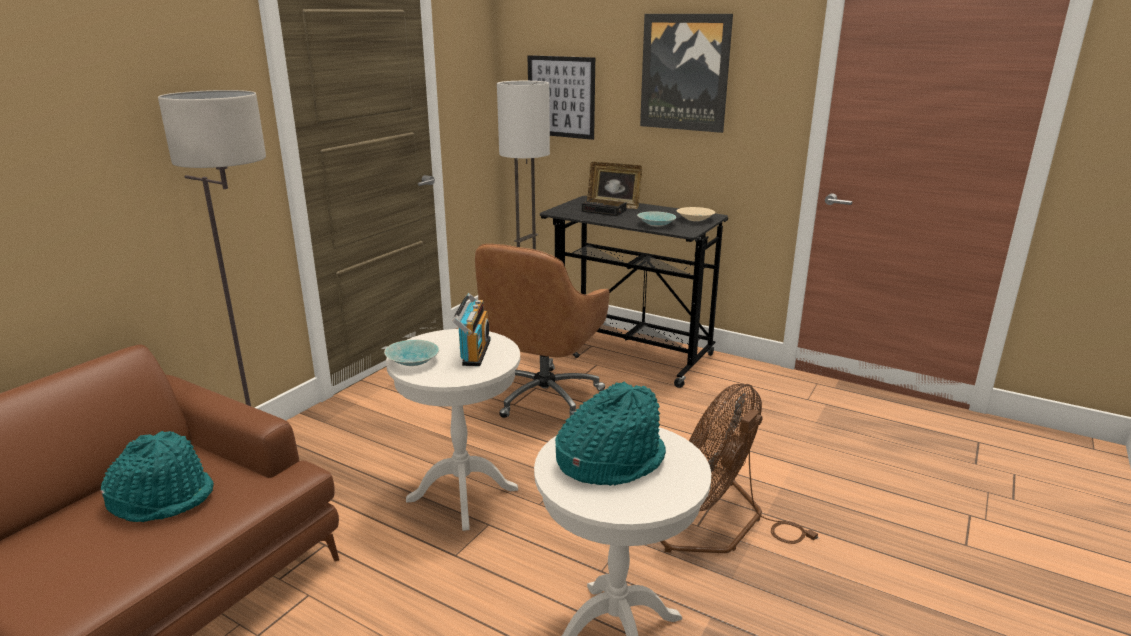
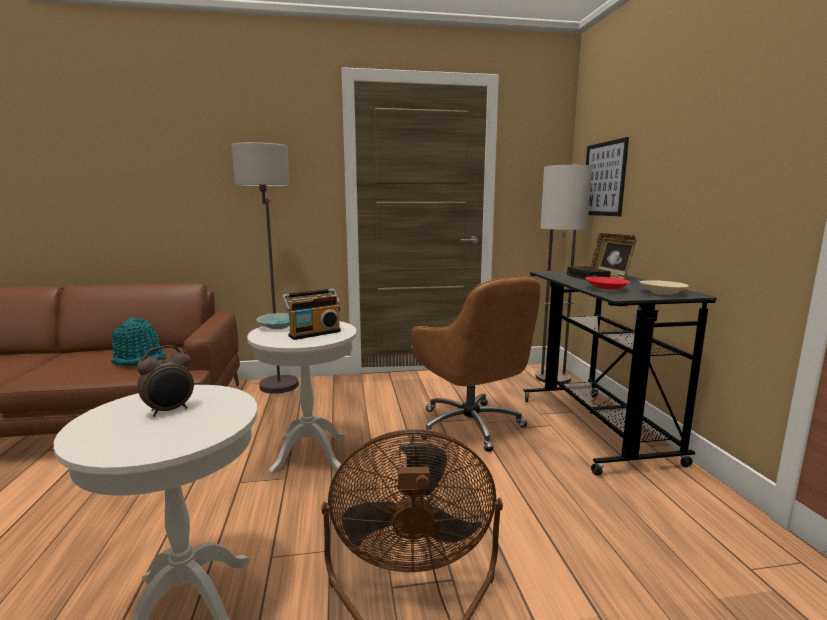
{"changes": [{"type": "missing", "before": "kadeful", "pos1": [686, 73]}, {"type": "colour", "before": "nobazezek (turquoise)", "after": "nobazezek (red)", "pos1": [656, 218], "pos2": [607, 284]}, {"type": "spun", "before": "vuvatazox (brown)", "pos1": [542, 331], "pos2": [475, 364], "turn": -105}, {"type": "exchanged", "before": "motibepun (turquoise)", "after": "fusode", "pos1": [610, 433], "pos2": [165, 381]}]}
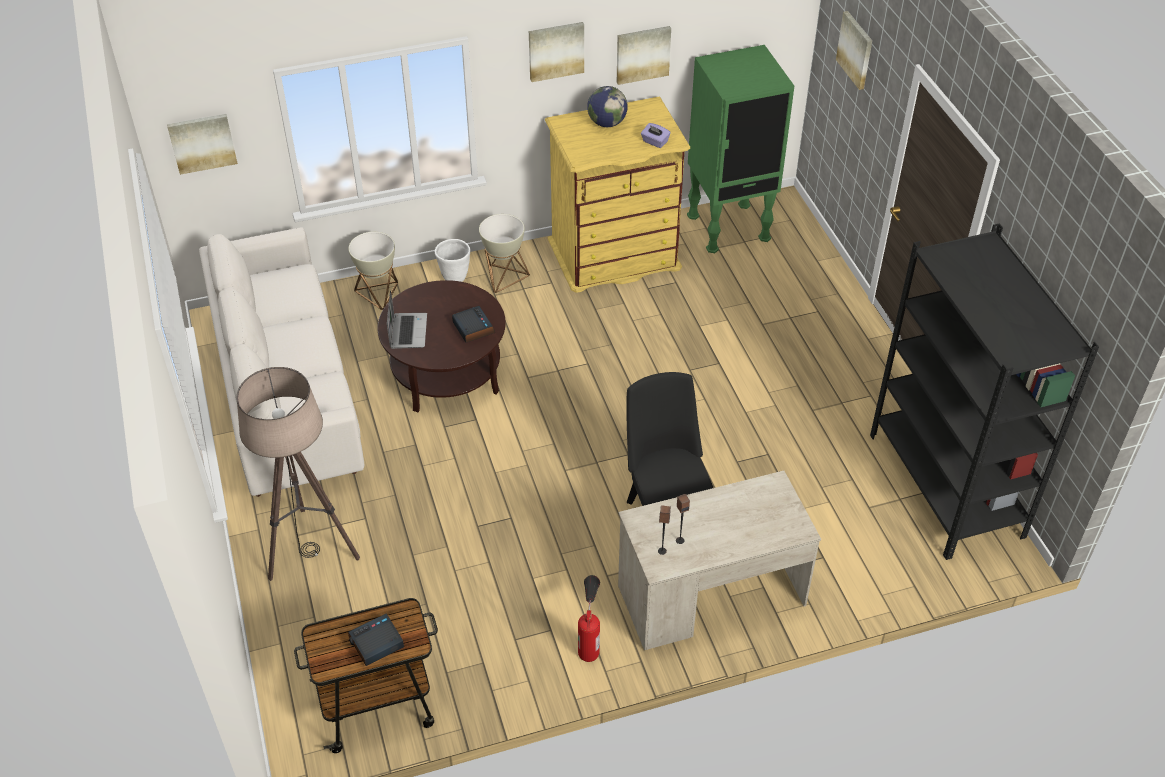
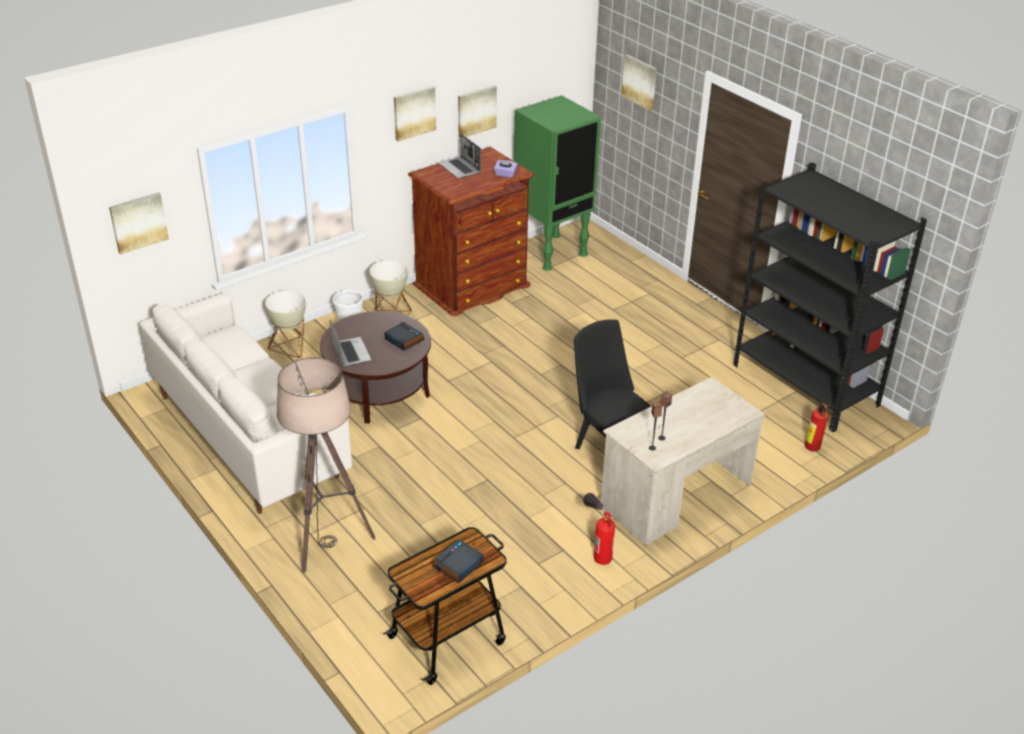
{"changes": [{"type": "exchanged", "before": "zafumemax", "after": "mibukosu", "pos1": [607, 106], "pos2": [460, 156]}, {"type": "colour", "before": "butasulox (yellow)", "after": "butasulox (brown)", "pos1": [617, 195], "pos2": [471, 231]}, {"type": "appeared", "after": "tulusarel", "pos2": [818, 427]}]}
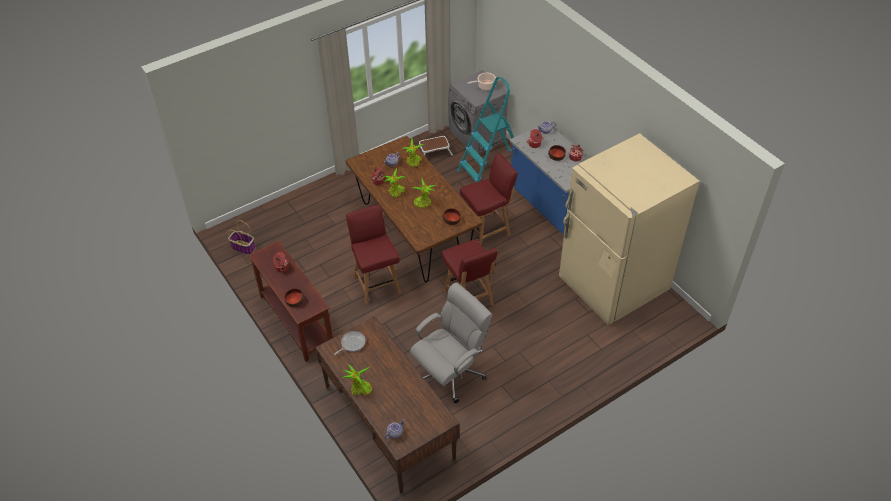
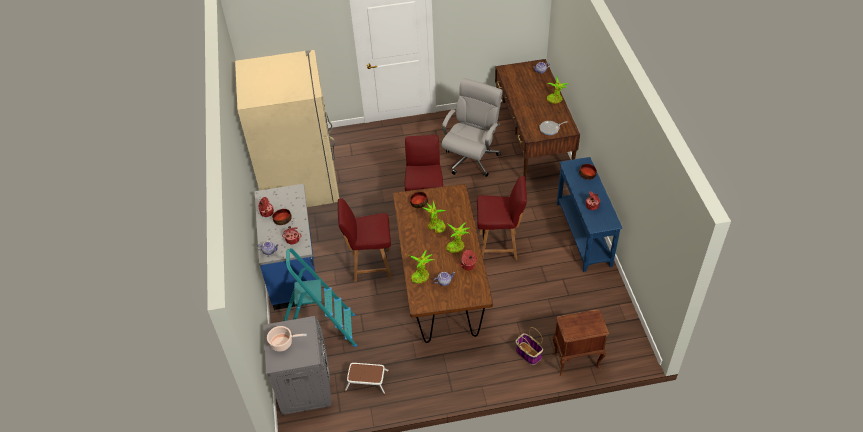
{"changes": [{"type": "spun", "before": "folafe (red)", "pos1": [373, 254], "pos2": [502, 218], "turn": -90}, {"type": "relocated", "before": "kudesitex", "pos1": [241, 237], "pos2": [529, 346]}, {"type": "colour", "before": "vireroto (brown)", "after": "vireroto (blue)", "pos1": [290, 301], "pos2": [590, 214]}, {"type": "spun", "before": "vuvatazox (grey)", "pos1": [451, 343], "pos2": [472, 127], "turn": 135}, {"type": "appeared", "after": "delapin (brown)", "pos2": [580, 342]}]}
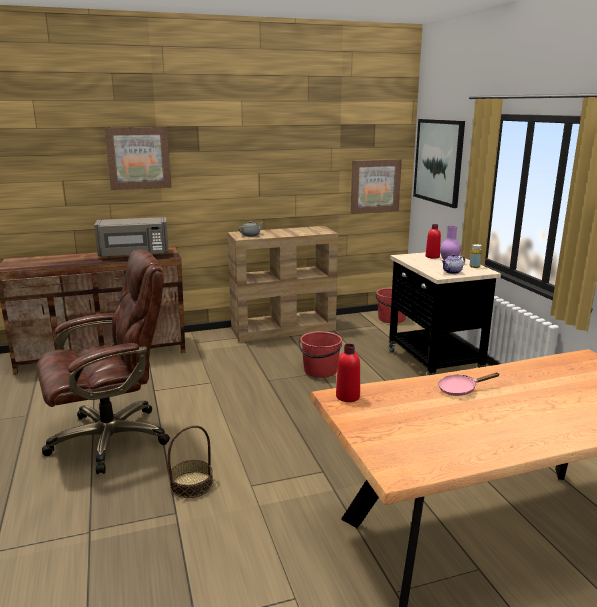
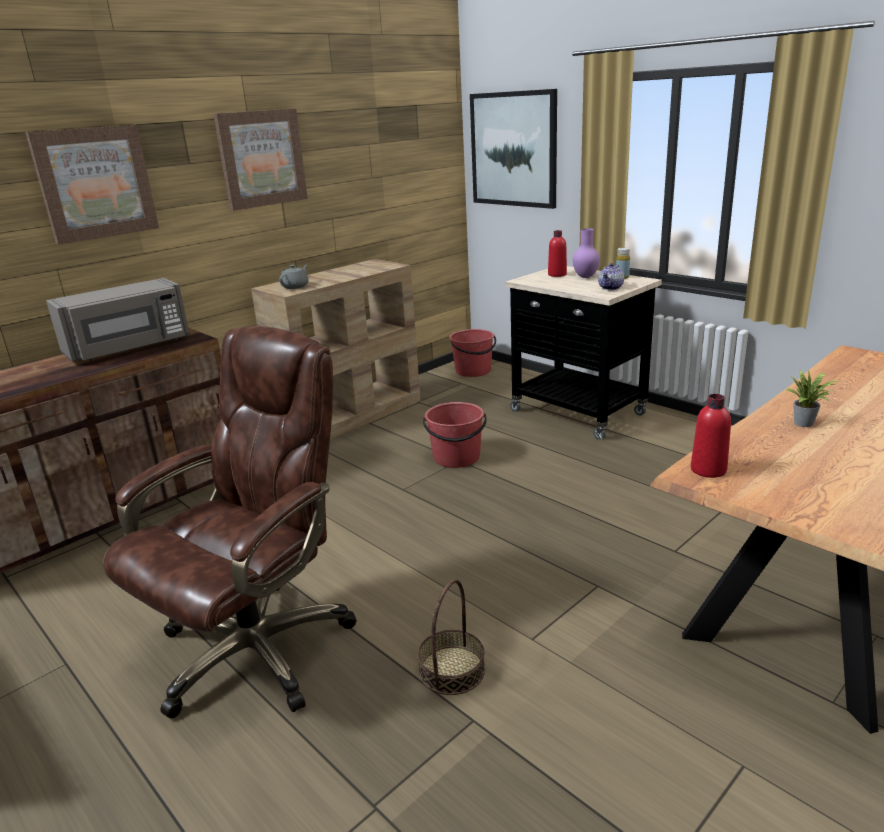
{"changes": [{"type": "relocated", "before": "kadeful", "pos1": [376, 186], "pos2": [261, 160]}, {"type": "exchanged", "before": "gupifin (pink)", "after": "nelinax", "pos1": [469, 384], "pos2": [812, 398]}]}
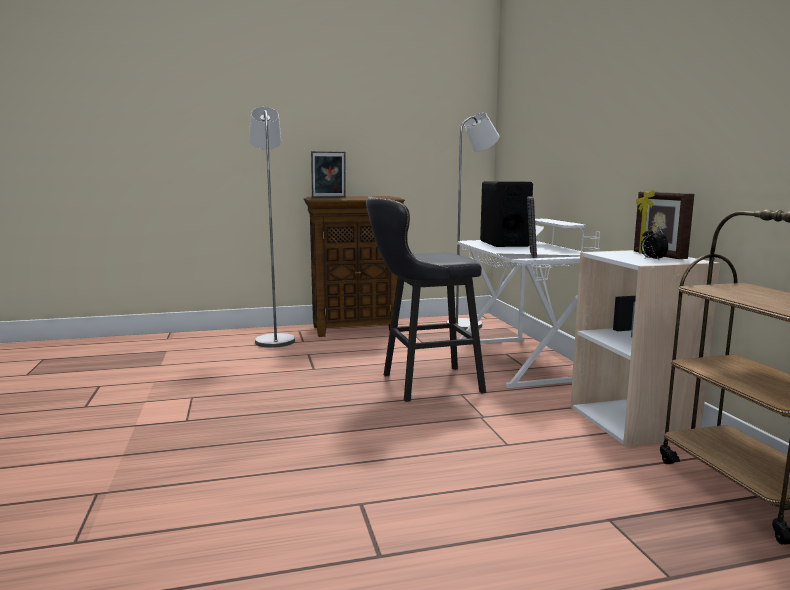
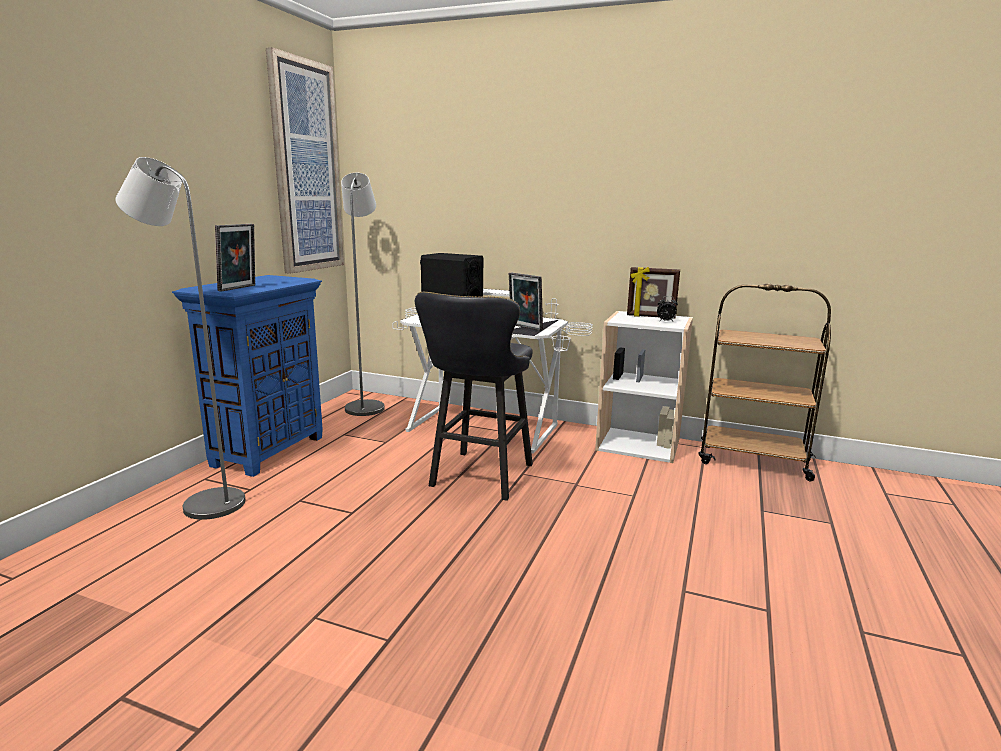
{"changes": [{"type": "colour", "before": "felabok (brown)", "after": "felabok (blue)", "pos1": [354, 266], "pos2": [247, 376]}, {"type": "appeared", "after": "kadeful", "pos2": [305, 160]}]}
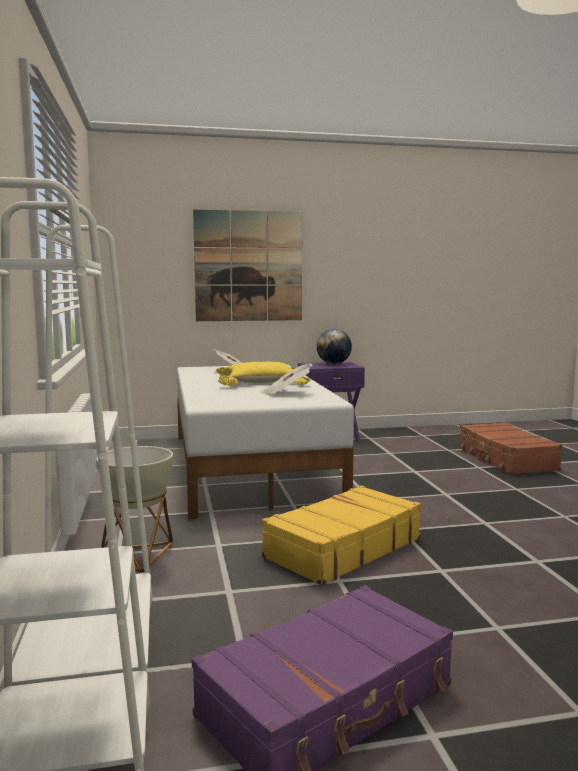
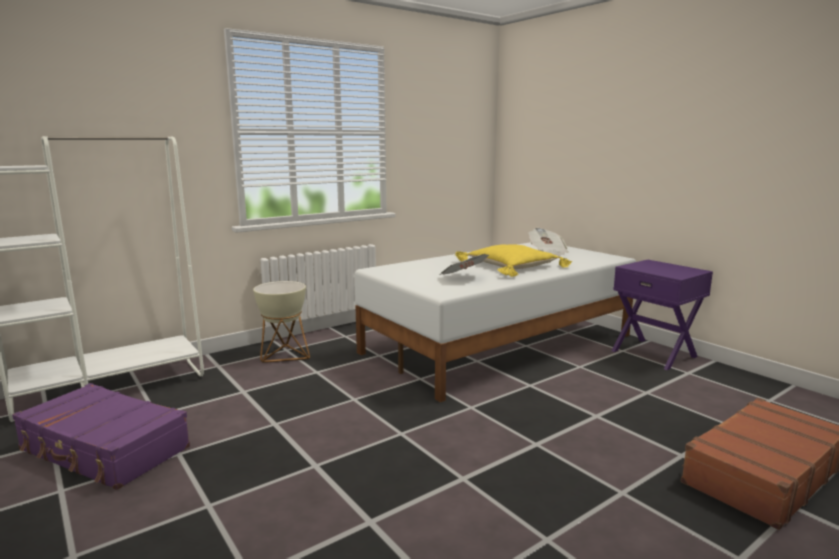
{"changes": [{"type": "missing", "before": "kadeful", "pos1": [247, 265]}, {"type": "missing", "before": "zafumemax", "pos1": [334, 346]}, {"type": "missing", "before": "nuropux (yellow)", "pos1": [341, 535]}]}
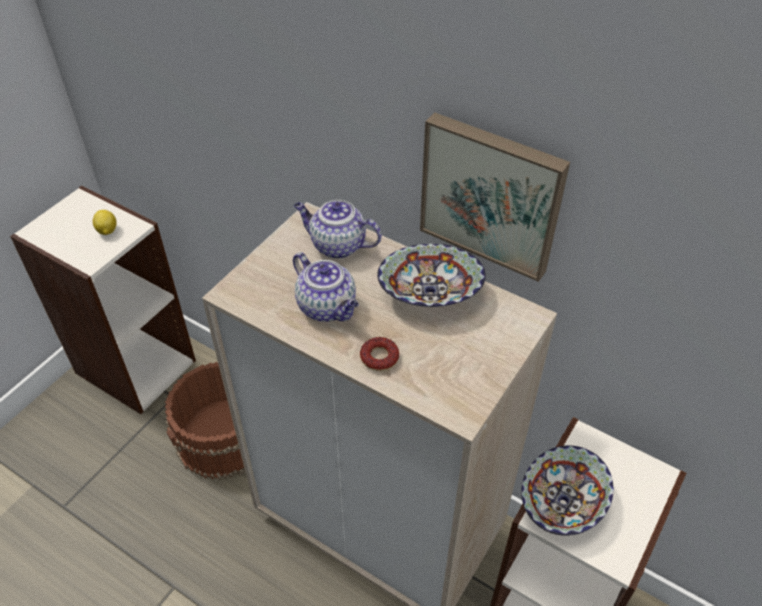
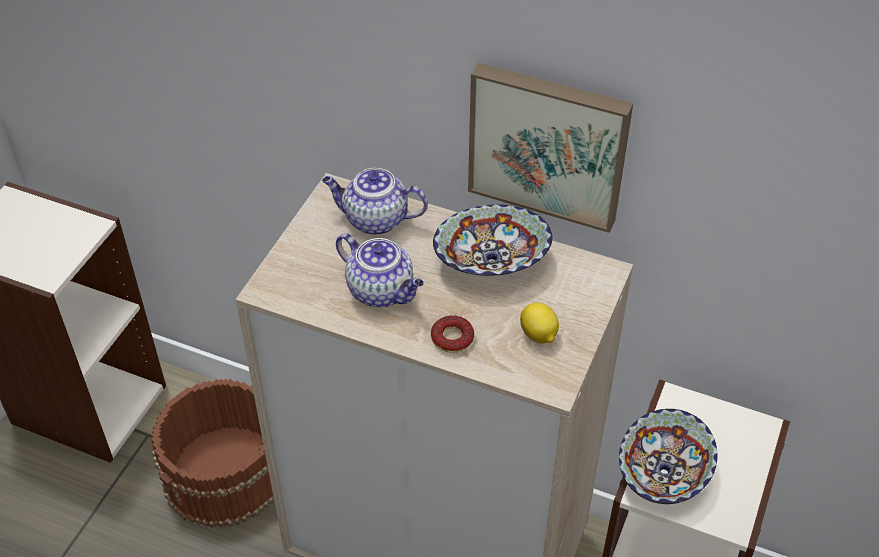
{"changes": [{"type": "relocated", "before": "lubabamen", "pos1": [105, 222], "pos2": [539, 323]}]}
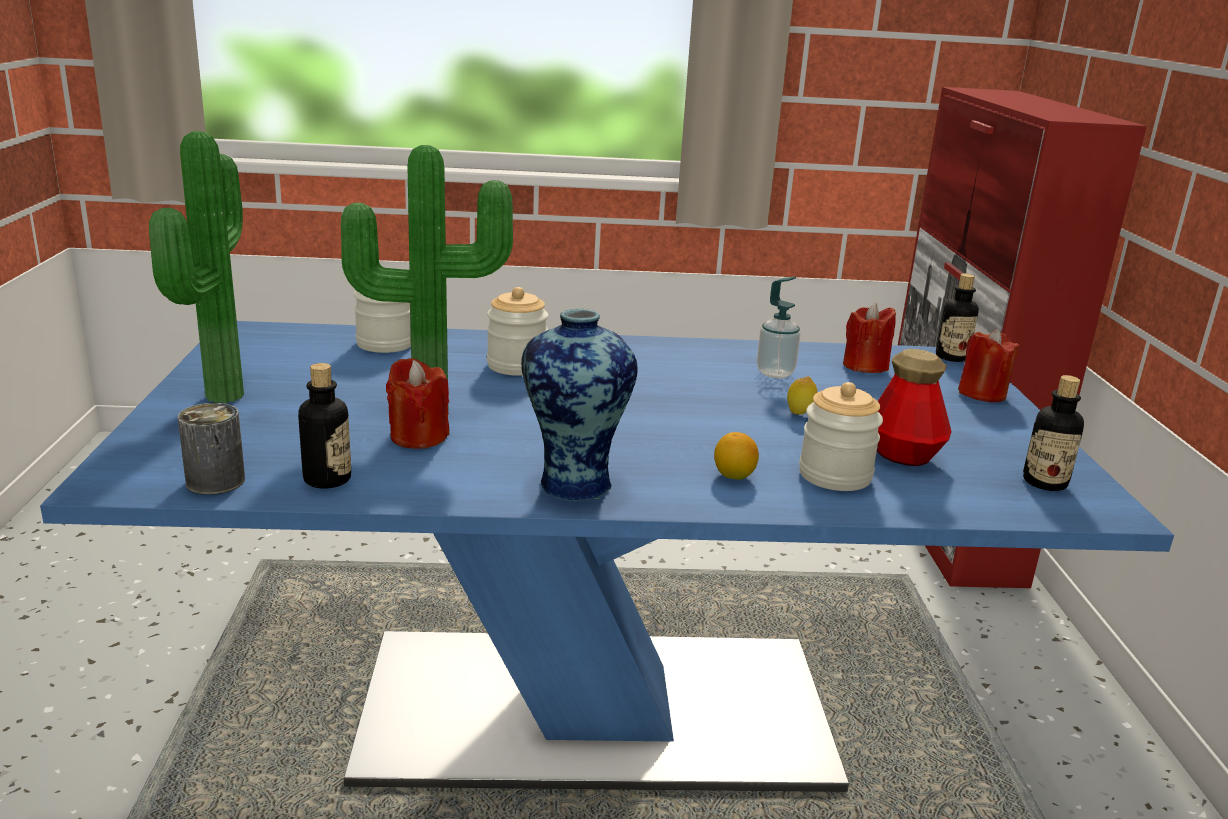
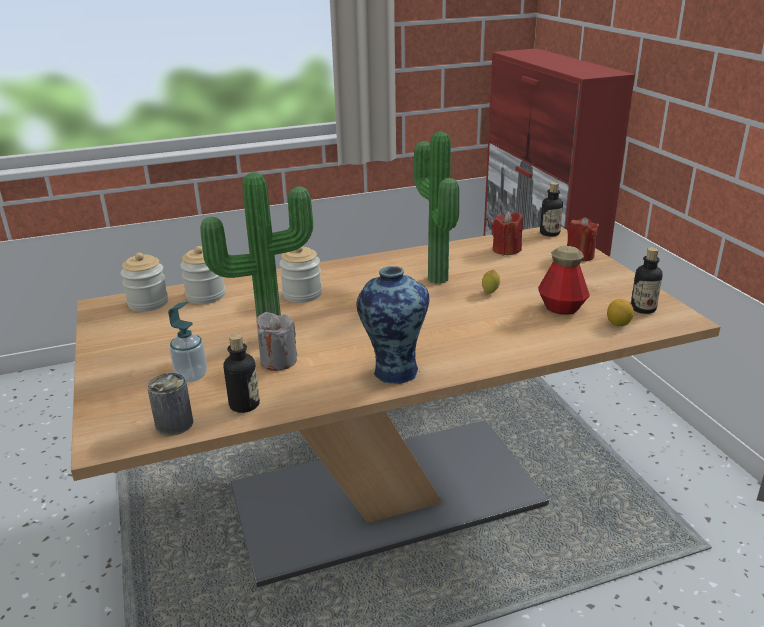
{"changes": [{"type": "relocated", "before": "nelinax", "pos1": [196, 267], "pos2": [436, 207]}, {"type": "relocated", "before": "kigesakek", "pos1": [778, 327], "pos2": [187, 342]}, {"type": "colour", "before": "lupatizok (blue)", "after": "lupatizok (beige)", "pos1": [607, 556], "pos2": [395, 407]}, {"type": "colour", "before": "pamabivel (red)", "after": "pamabivel (grey)", "pos1": [417, 403], "pos2": [276, 341]}, {"type": "relocated", "before": "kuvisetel", "pos1": [841, 436], "pos2": [144, 282]}, {"type": "relocated", "before": "lubabamen", "pos1": [736, 455], "pos2": [620, 312]}]}
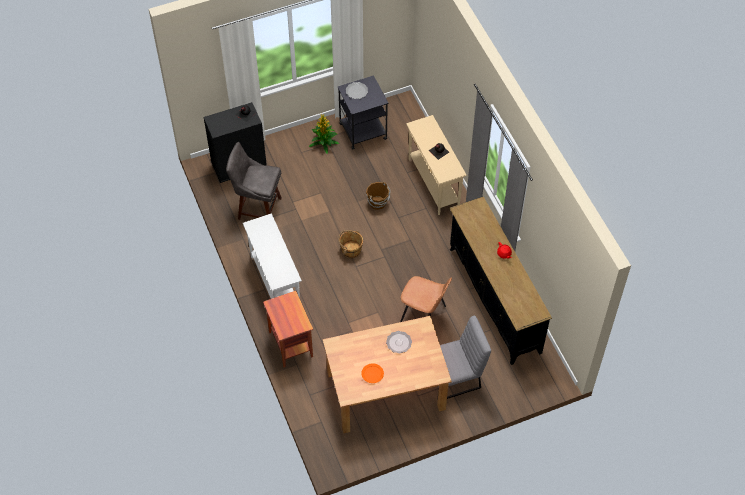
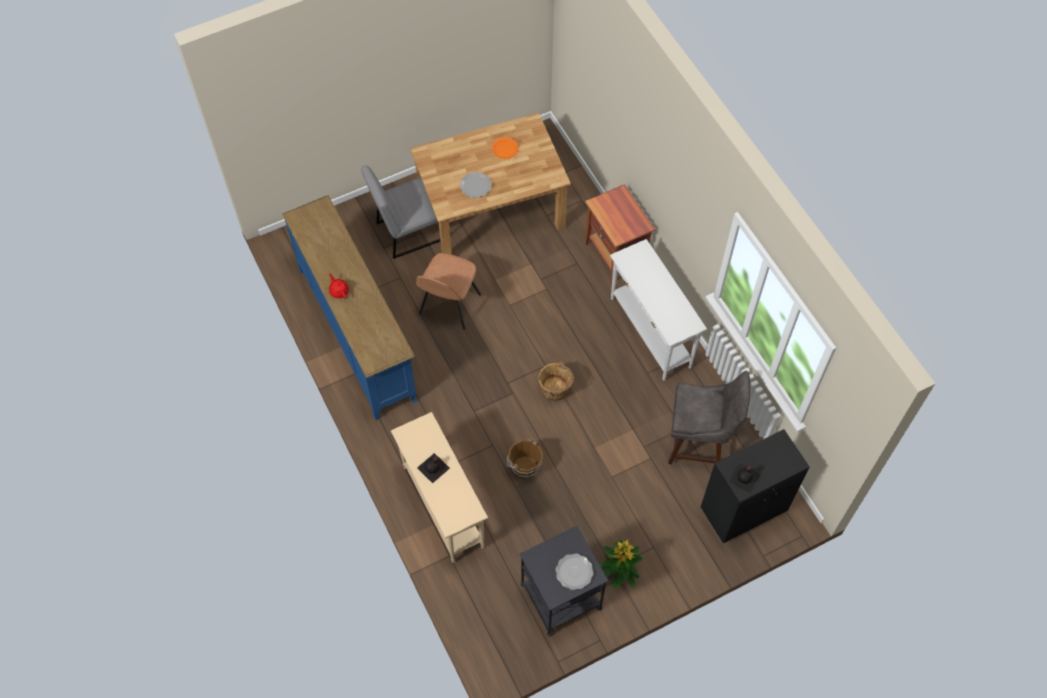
{"changes": [{"type": "colour", "before": "butasulox (black)", "after": "butasulox (blue)", "pos1": [501, 281], "pos2": [349, 307]}, {"type": "spun", "before": "folafe (brown)", "pos1": [426, 299], "pos2": [448, 291], "turn": -90}]}
